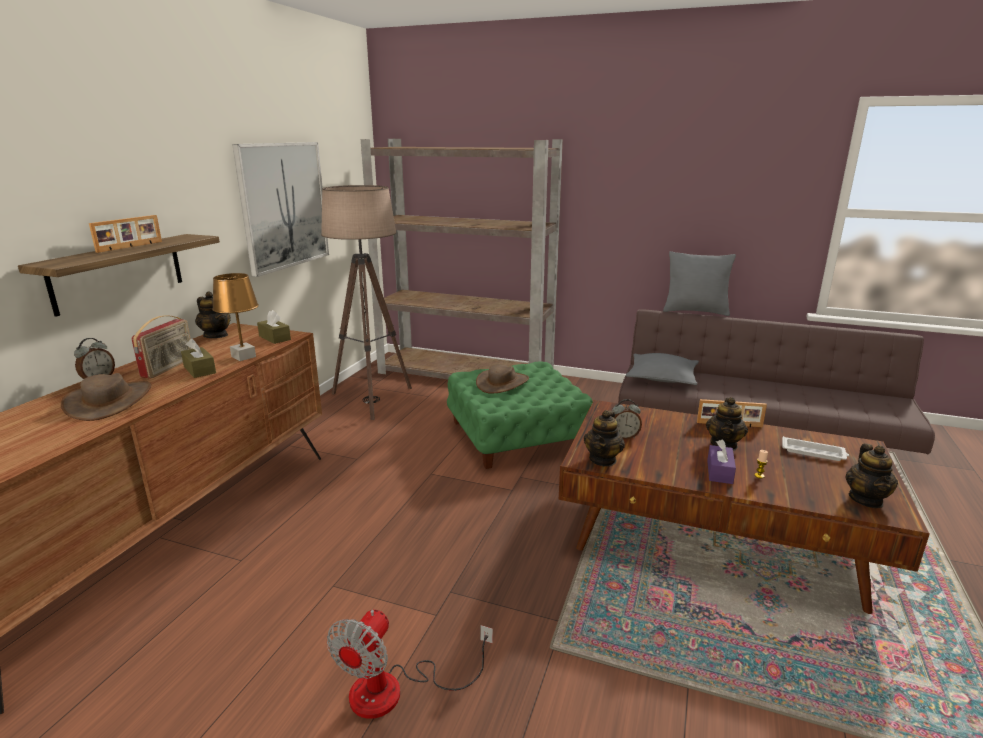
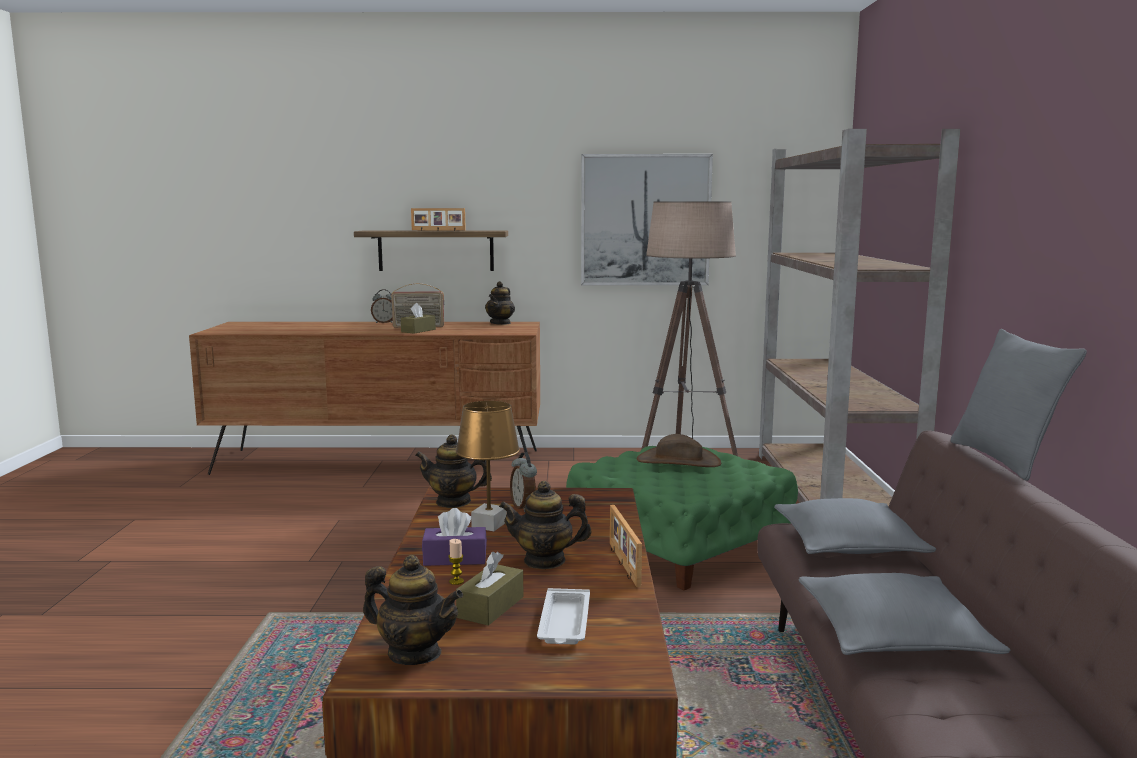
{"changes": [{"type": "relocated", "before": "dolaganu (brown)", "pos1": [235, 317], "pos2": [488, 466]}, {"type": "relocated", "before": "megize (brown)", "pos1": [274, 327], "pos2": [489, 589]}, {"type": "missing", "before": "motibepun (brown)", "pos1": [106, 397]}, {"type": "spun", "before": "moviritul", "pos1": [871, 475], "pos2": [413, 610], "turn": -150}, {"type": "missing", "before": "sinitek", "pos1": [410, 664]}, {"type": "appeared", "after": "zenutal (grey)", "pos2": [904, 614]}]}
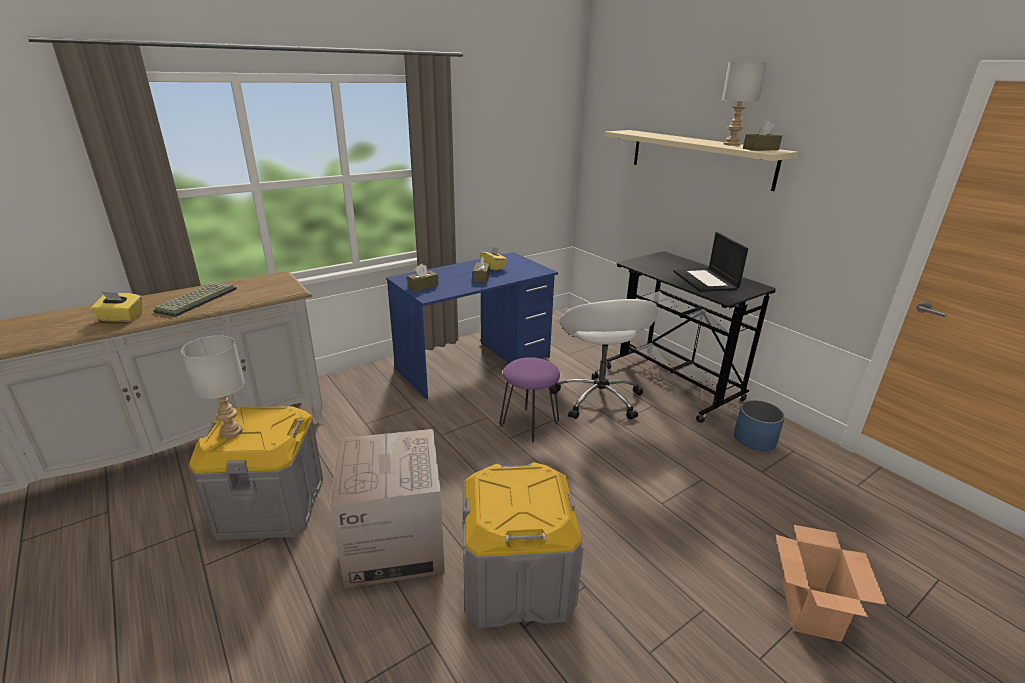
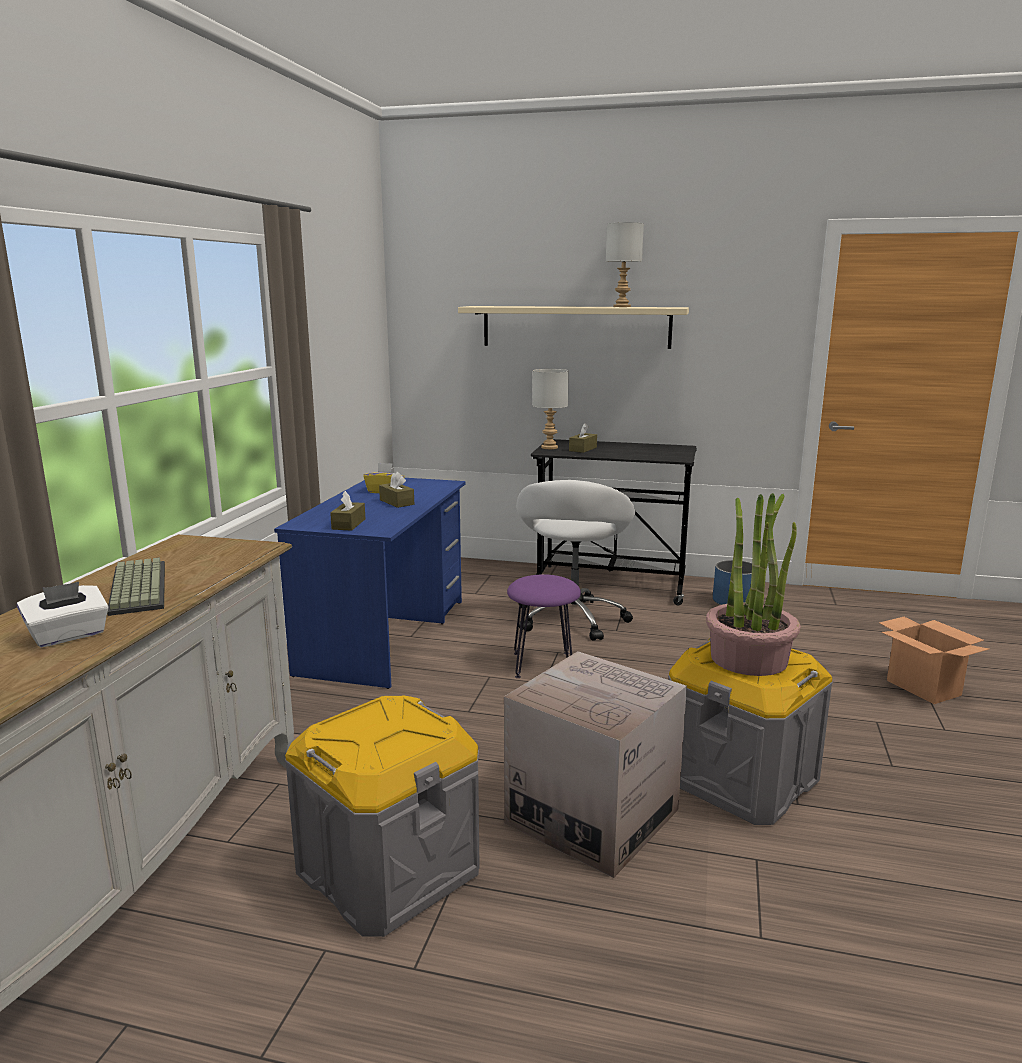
{"changes": [{"type": "relocated", "before": "megize (brown)", "pos1": [762, 136], "pos2": [583, 438]}, {"type": "missing", "before": "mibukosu", "pos1": [711, 262]}, {"type": "colour", "before": "megize (yellow)", "after": "megize (white)", "pos1": [116, 306], "pos2": [63, 615]}, {"type": "spun", "before": "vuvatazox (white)", "pos1": [604, 359], "pos2": [575, 560], "turn": 60}, {"type": "relocated", "before": "dolaganu (grey)", "pos1": [213, 386], "pos2": [551, 409]}, {"type": "appeared", "after": "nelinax", "pos2": [753, 584]}]}
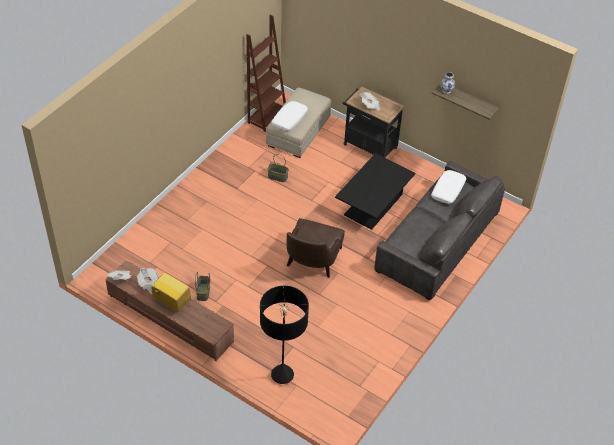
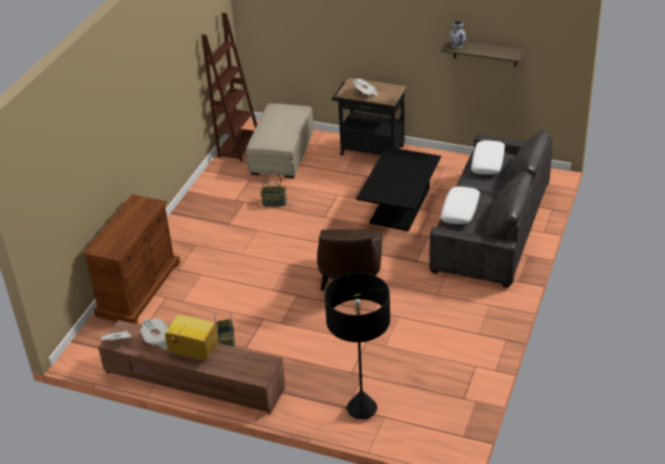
{"changes": [{"type": "relocated", "before": "zenutal (white)", "pos1": [290, 116], "pos2": [460, 205]}, {"type": "appeared", "after": "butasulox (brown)", "pos2": [131, 259]}]}
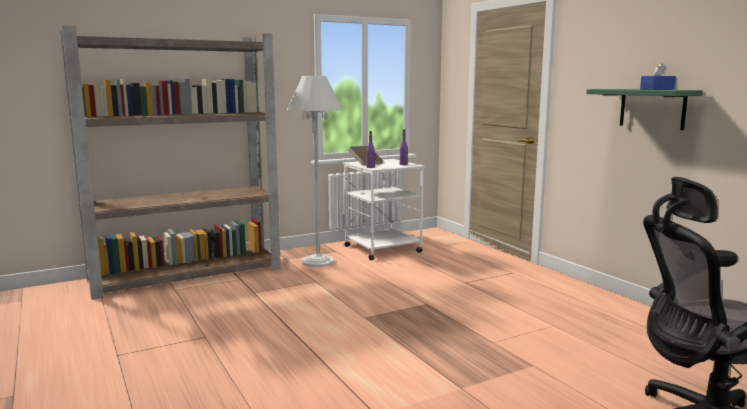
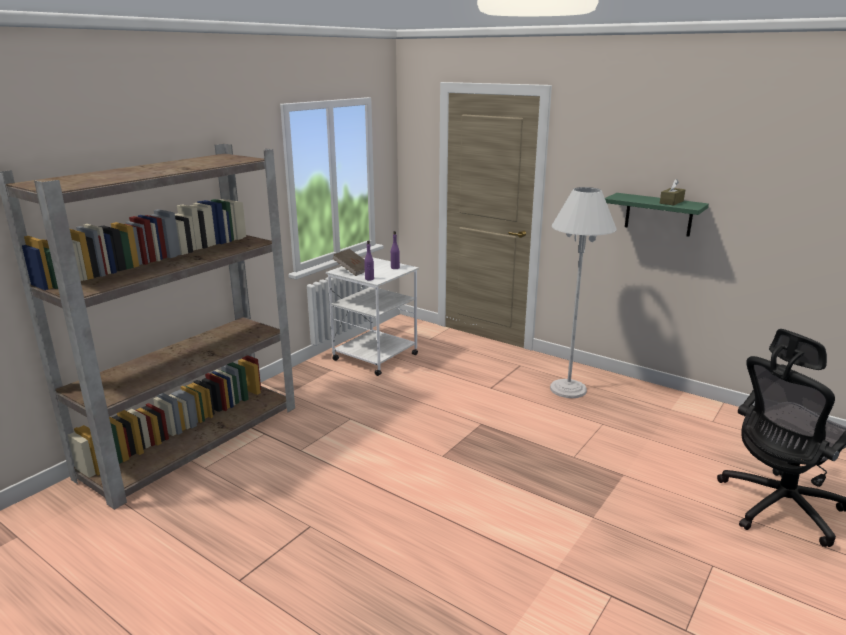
{"changes": [{"type": "colour", "before": "megize (blue)", "after": "megize (brown)", "pos1": [658, 76], "pos2": [672, 192]}, {"type": "relocated", "before": "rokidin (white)", "pos1": [314, 171], "pos2": [583, 292]}]}
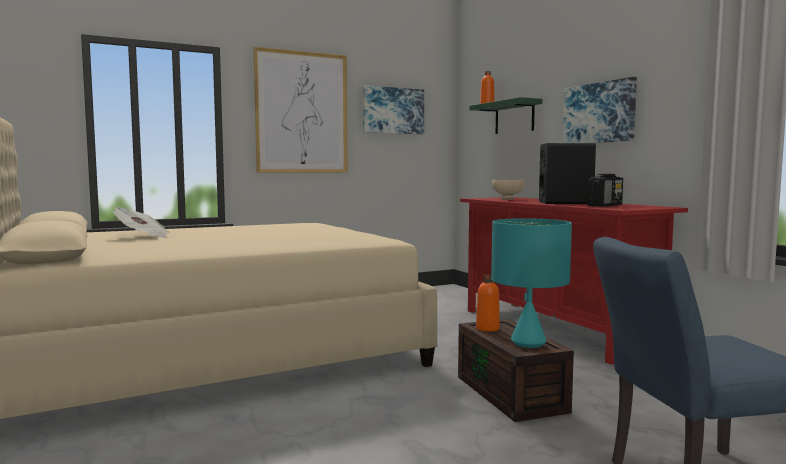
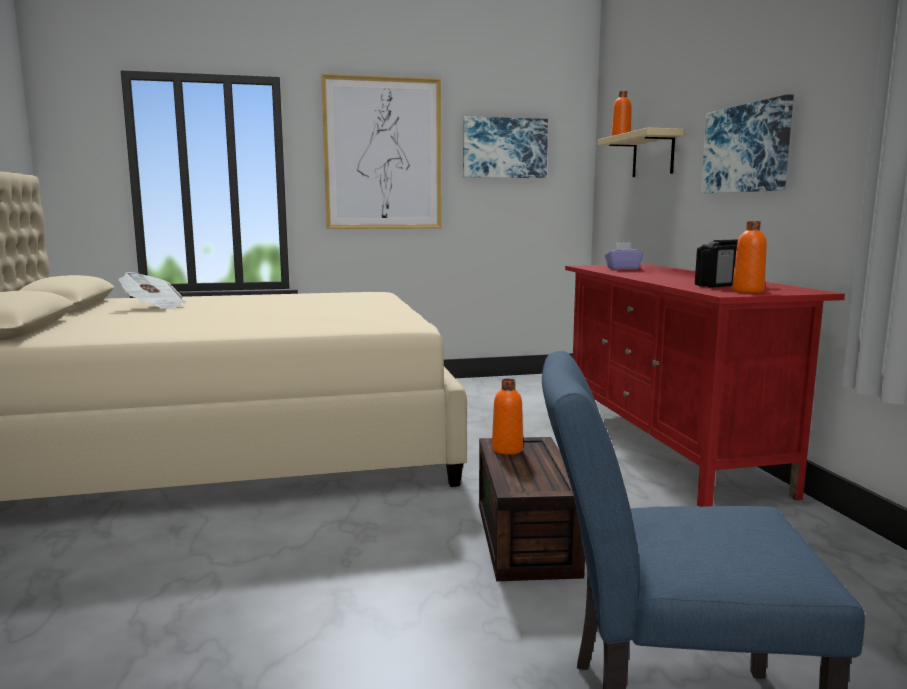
{"changes": [{"type": "colour", "before": "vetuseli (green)", "after": "vetuseli (beige)", "pos1": [505, 115], "pos2": [640, 152]}, {"type": "missing", "before": "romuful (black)", "pos1": [567, 173]}, {"type": "exchanged", "before": "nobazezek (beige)", "after": "megize (purple)", "pos1": [508, 190], "pos2": [624, 256]}, {"type": "missing", "before": "dolaganu (turquoise)", "pos1": [531, 283]}, {"type": "appeared", "after": "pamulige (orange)", "pos2": [749, 257]}]}
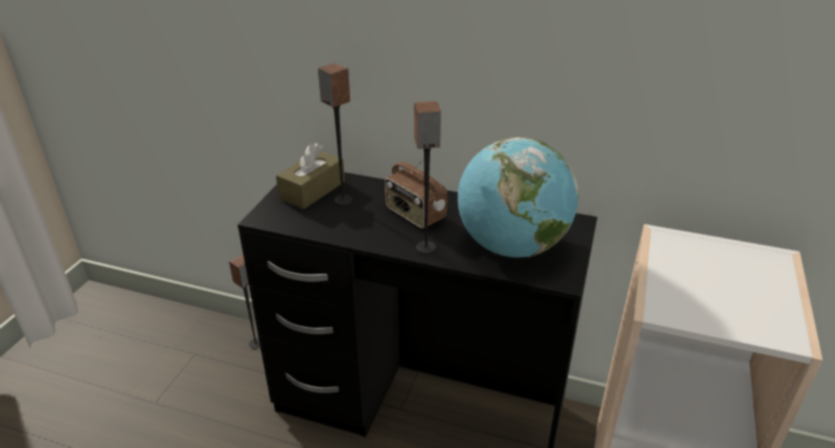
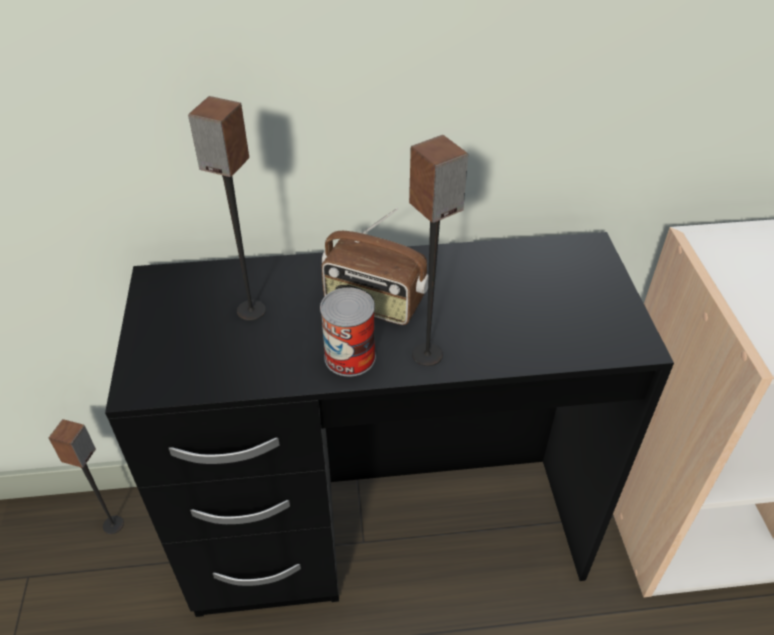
{"changes": [{"type": "missing", "before": "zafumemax", "pos1": [518, 197]}, {"type": "missing", "before": "megize (brown)", "pos1": [310, 176]}, {"type": "appeared", "after": "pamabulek", "pos2": [348, 332]}]}
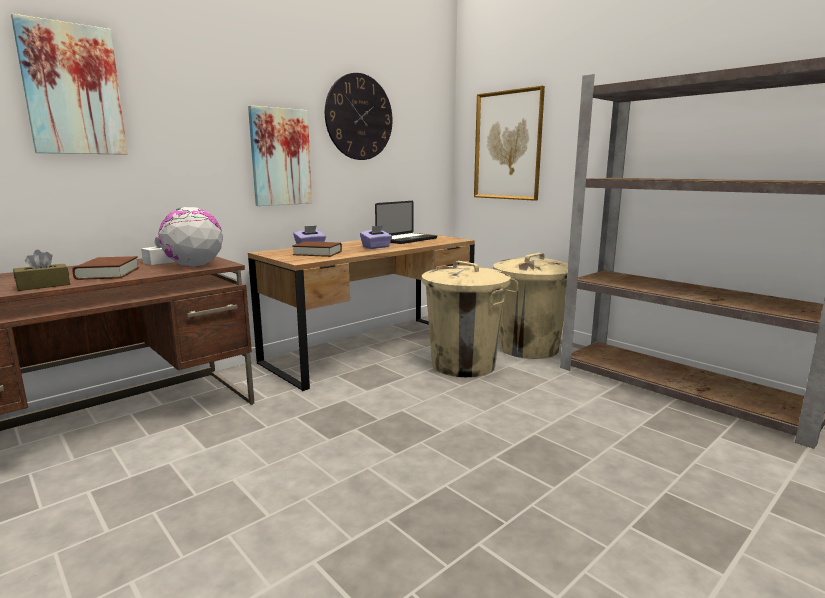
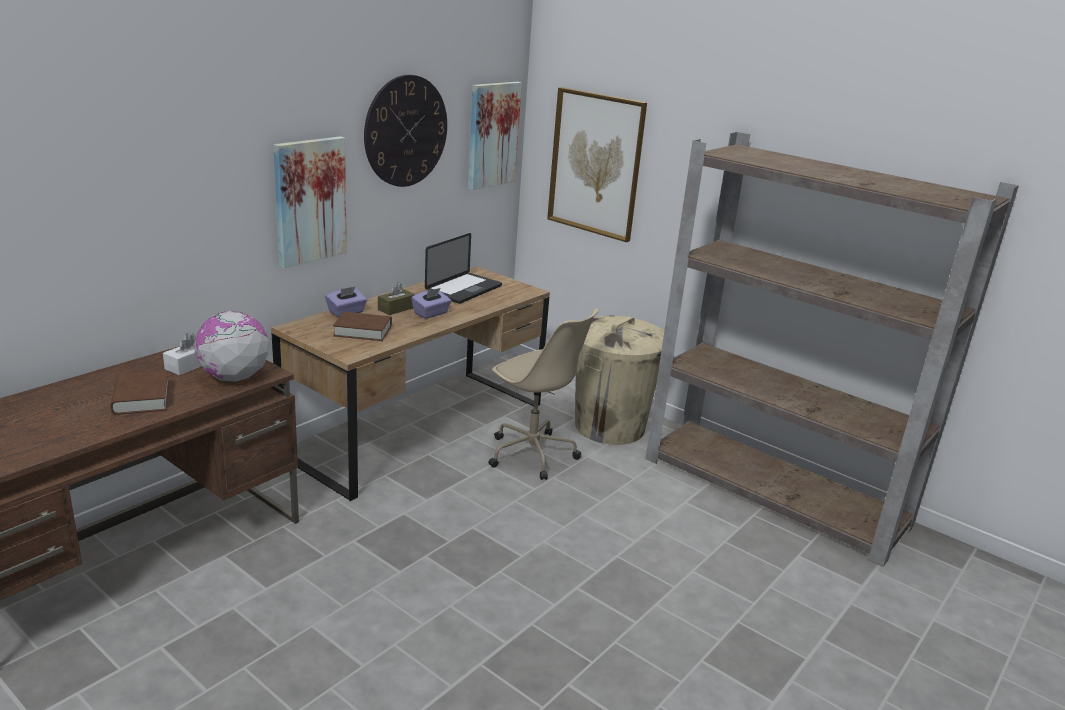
{"changes": [{"type": "relocated", "before": "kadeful", "pos1": [69, 84], "pos2": [495, 136]}, {"type": "relocated", "before": "megize (brown)", "pos1": [41, 270], "pos2": [396, 298]}, {"type": "exchanged", "before": "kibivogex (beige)", "after": "vuvatazox (beige)", "pos1": [466, 319], "pos2": [543, 394]}]}
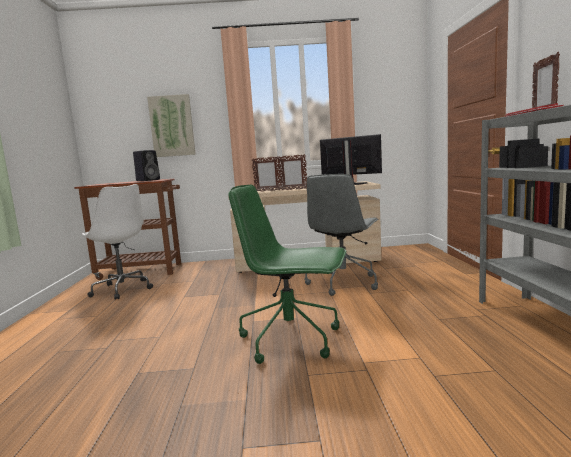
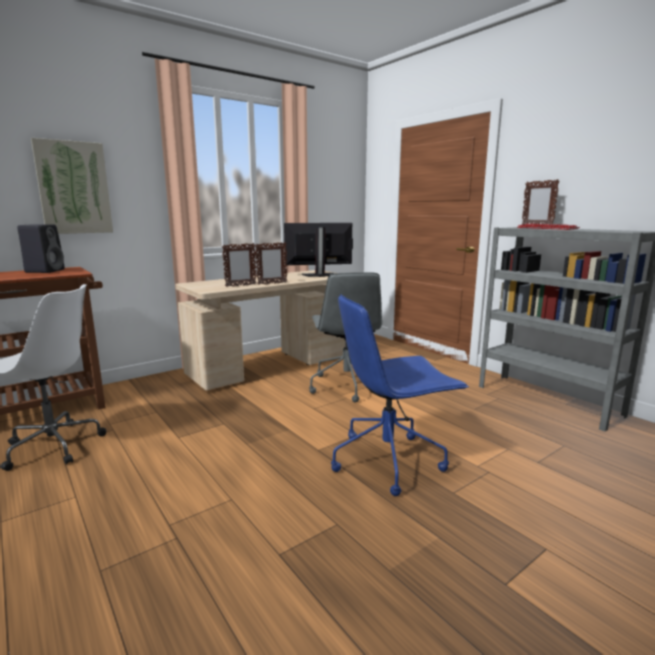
{"changes": [{"type": "colour", "before": "vuvatazox (green)", "after": "vuvatazox (blue)", "pos1": [287, 274], "pos2": [400, 395]}]}
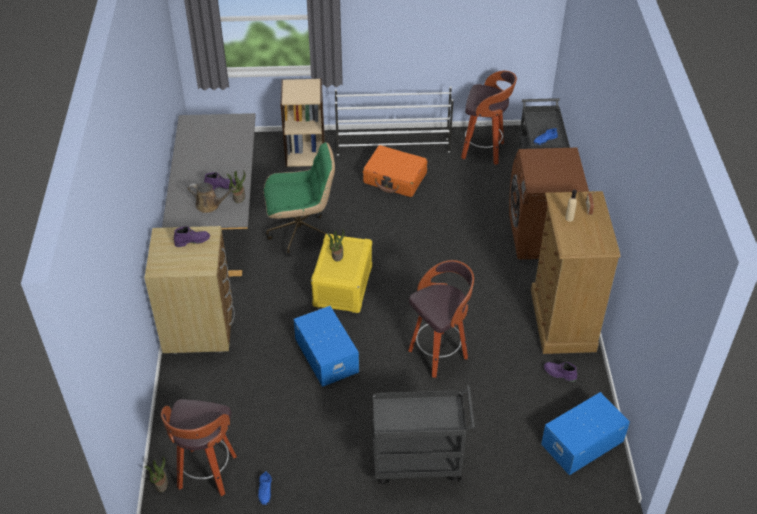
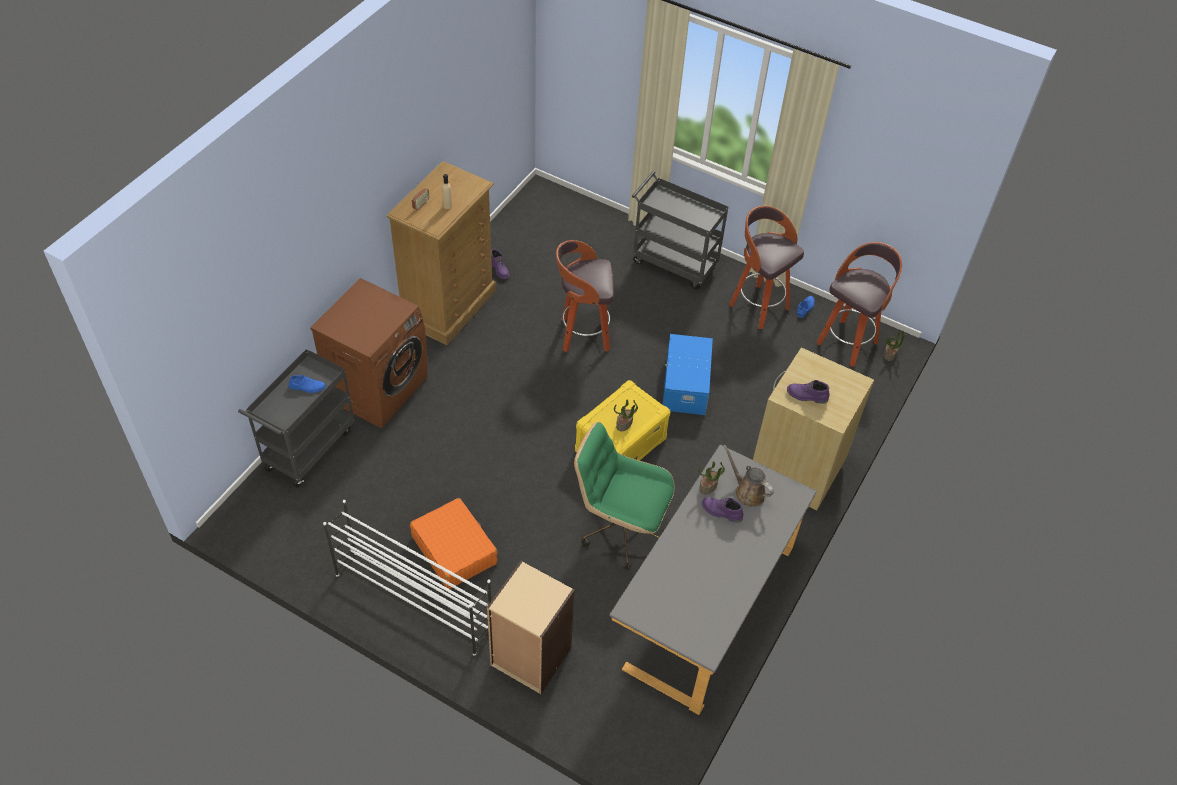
{"changes": [{"type": "relocated", "before": "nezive", "pos1": [489, 118], "pos2": [766, 267]}, {"type": "missing", "before": "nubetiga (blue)", "pos1": [585, 433]}]}
